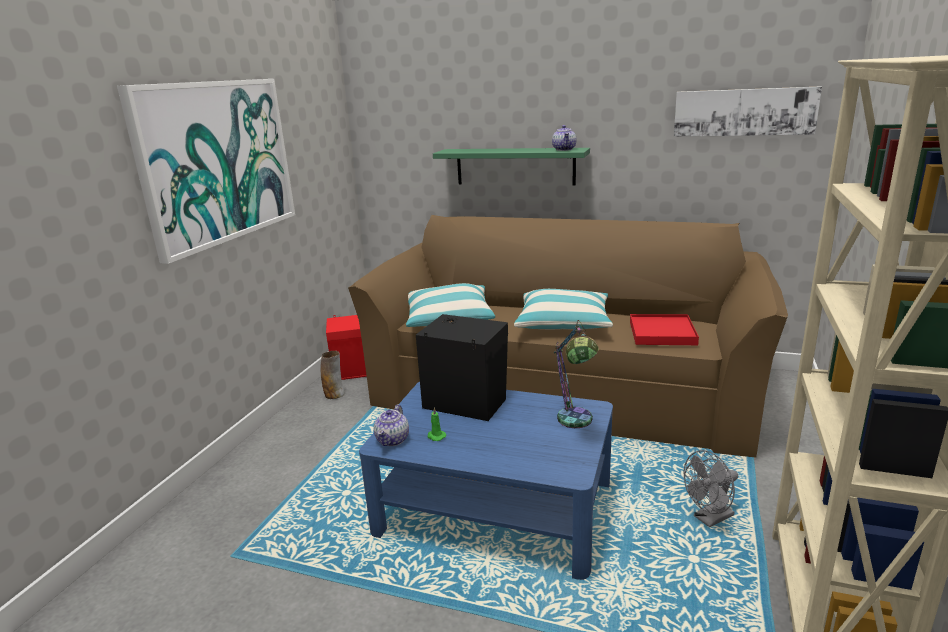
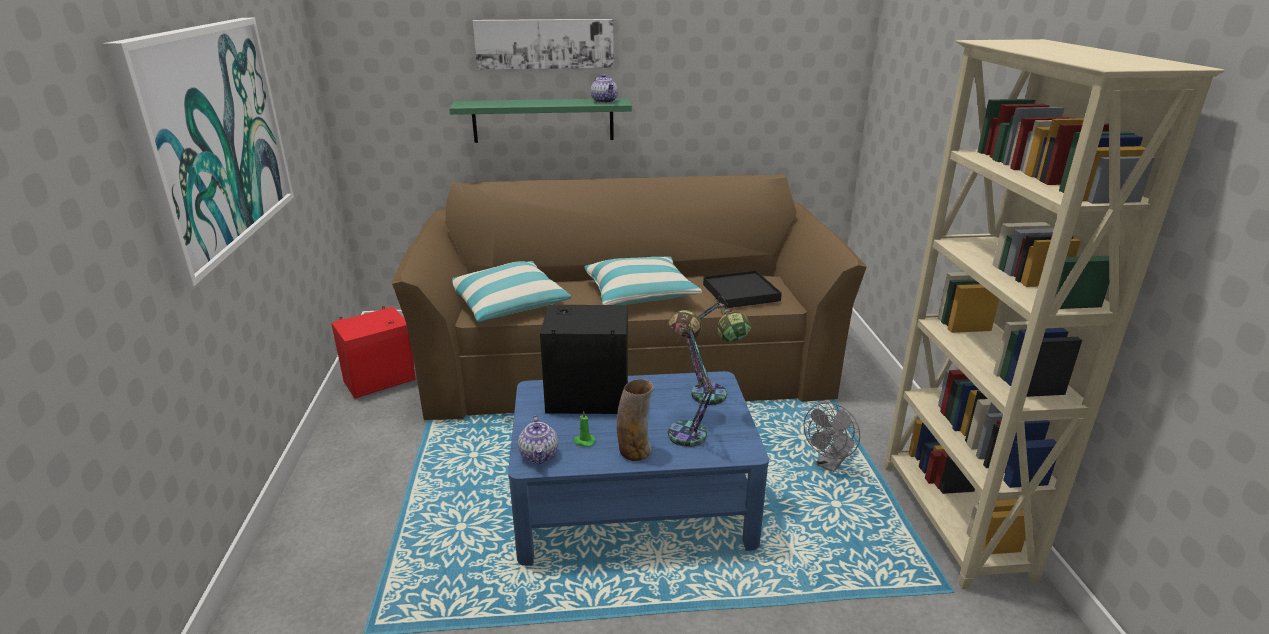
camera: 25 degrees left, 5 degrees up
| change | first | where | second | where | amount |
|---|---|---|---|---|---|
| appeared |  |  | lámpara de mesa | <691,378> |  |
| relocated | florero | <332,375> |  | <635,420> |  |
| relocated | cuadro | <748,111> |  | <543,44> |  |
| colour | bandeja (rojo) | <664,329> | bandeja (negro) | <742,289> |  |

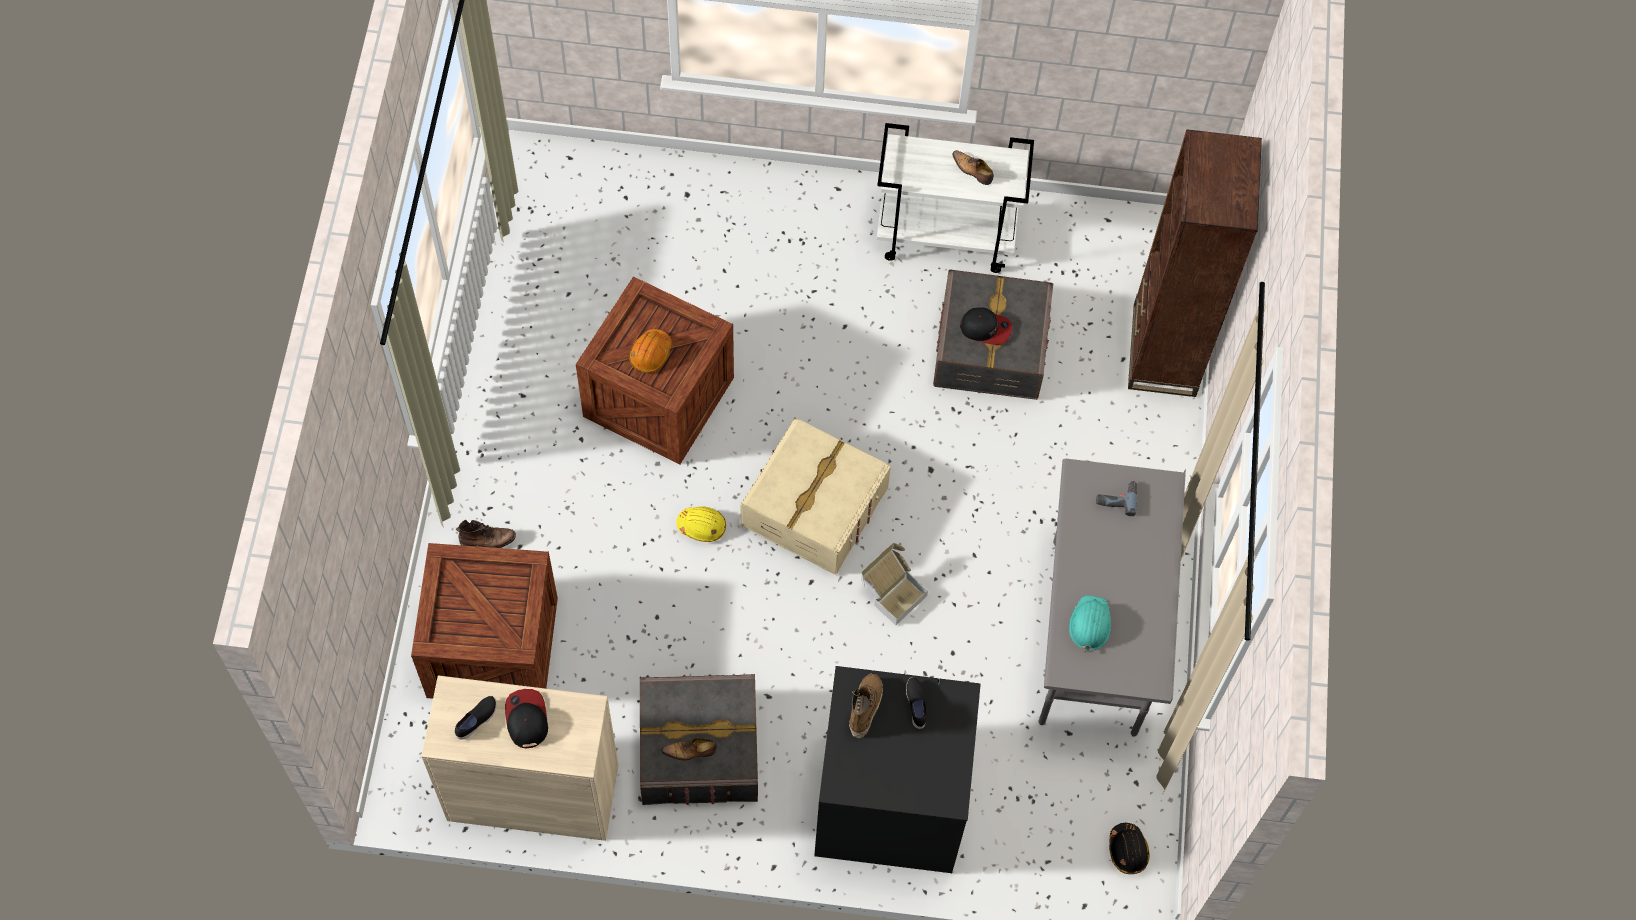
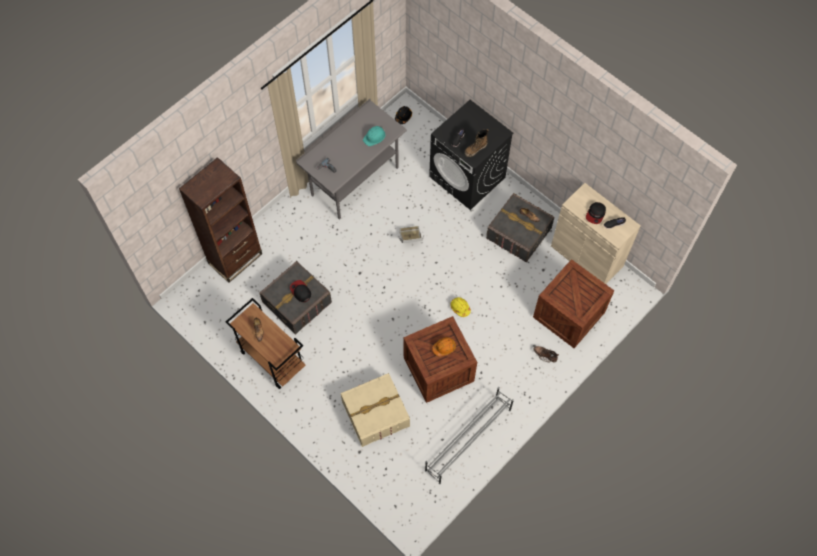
camera: 140 degrees left, 0 degrees up
| change | first | where | second | where | amount |
|---|---|---|---|---|---|
| appeared |  |  | zapatero (gris) | <469,435> |  |
| relocated | caja de almacenaje (beis) | <816,496> |  | <375,410> |  |
| colour | carrito (blanco) | <955,198> | carrito (marrón) | <265,343> |  |

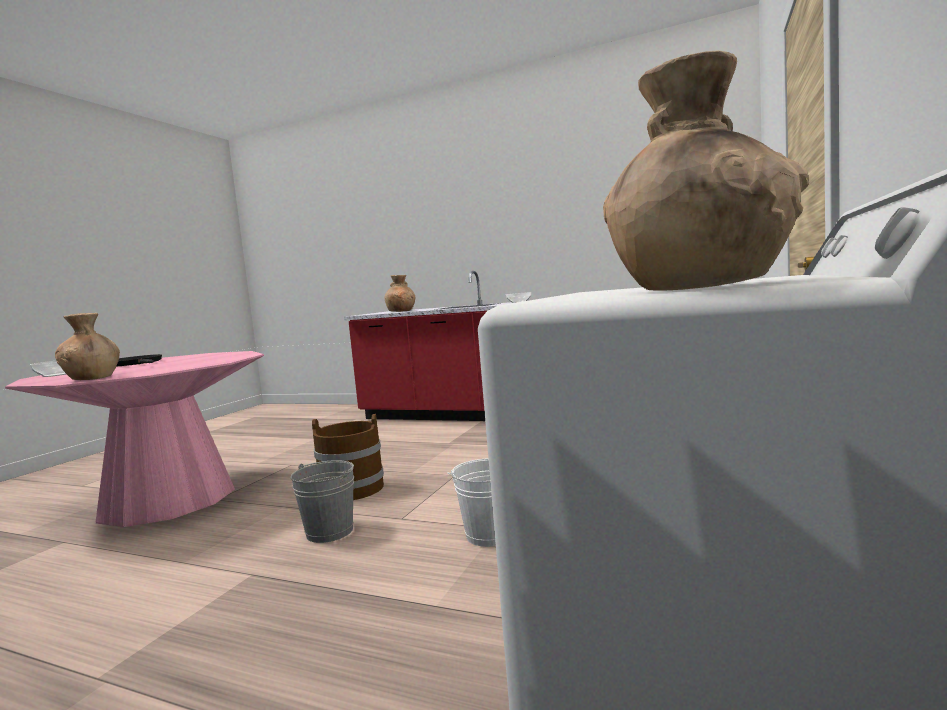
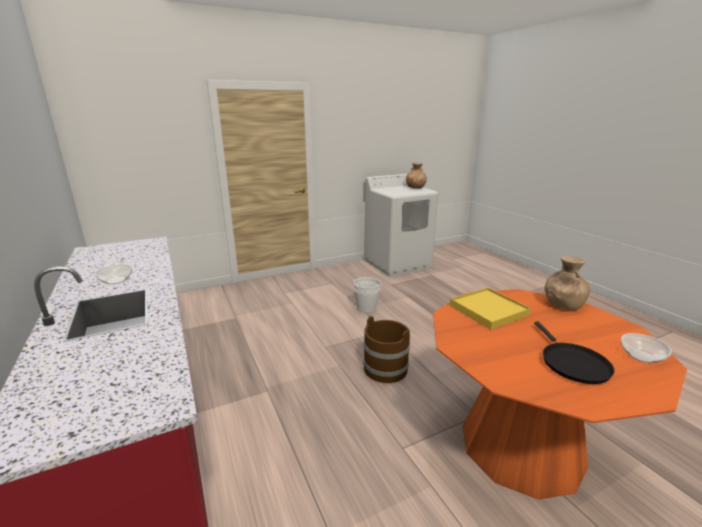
camera: 140 degrees left, 15 degrees up
| change | first | where | second | where | amount |
|---|---|---|---|---|---|
| missing | cubo (gris) | <322,501> |  |  |  |
| missing | florero (marrón) | <400,293> |  |  |  |
| appeared |  |  | bandeja (amarillo) | <490,309> |  |
| colour | mesa de comedor (rosa) | <134,439> | mesa de comedor (naranja) | <560,394> |  |

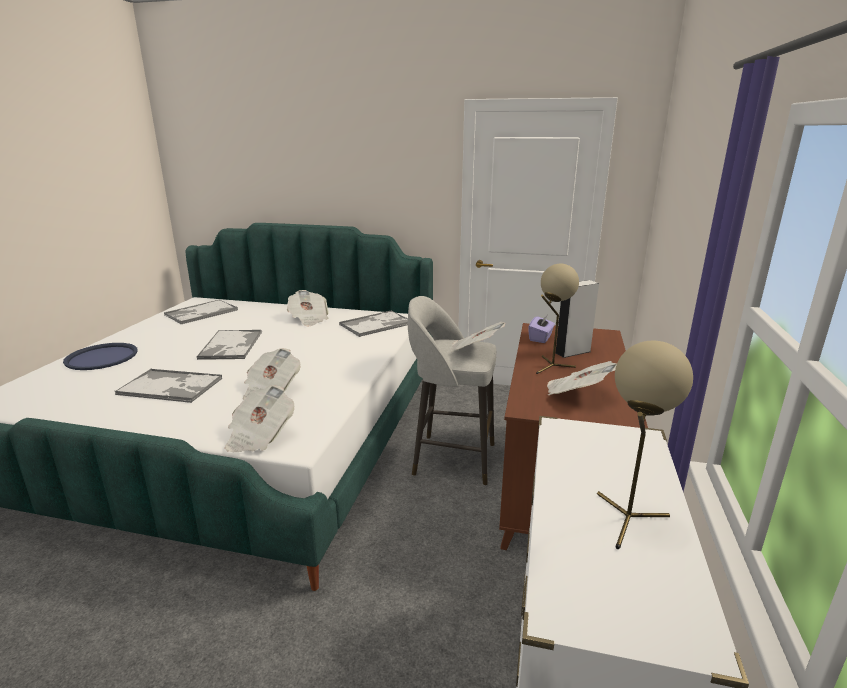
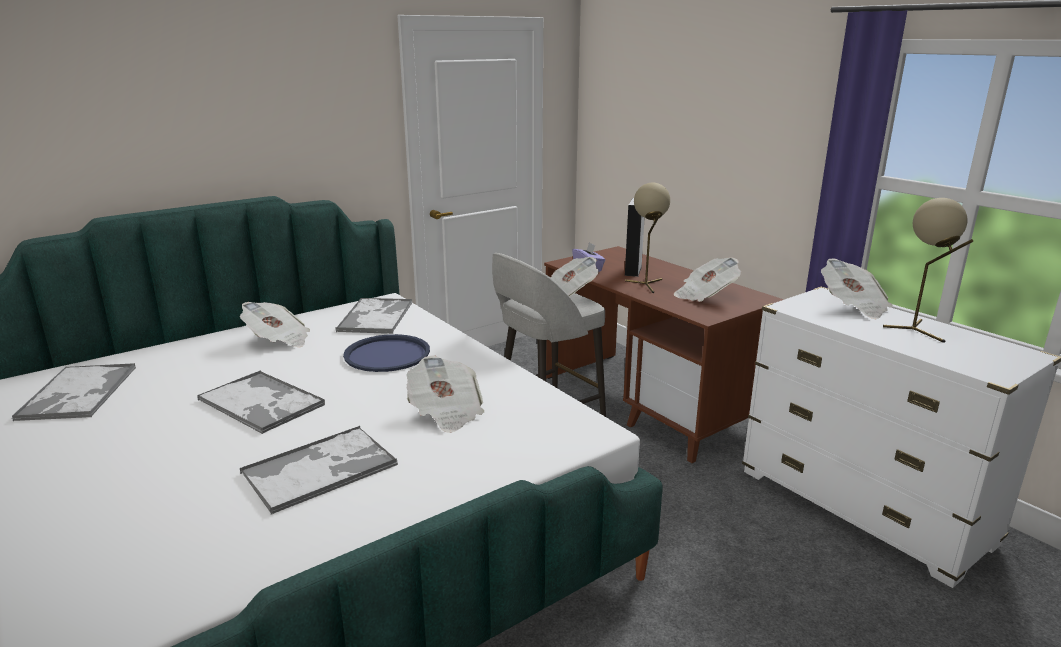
camera: 50 degrees left, 0 degrees up
| change | first | where | second | where | amount |
|---|---|---|---|---|---|
| relocated | bandeja (azul) | <100,356> |  | <386,353> |  |
| relocated | periódico | <259,418> |  | <857,288> |  |

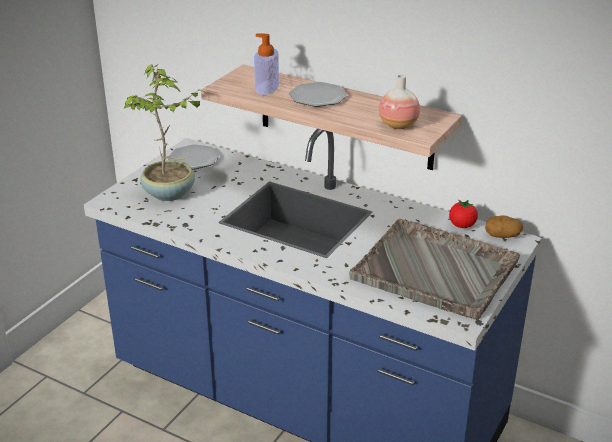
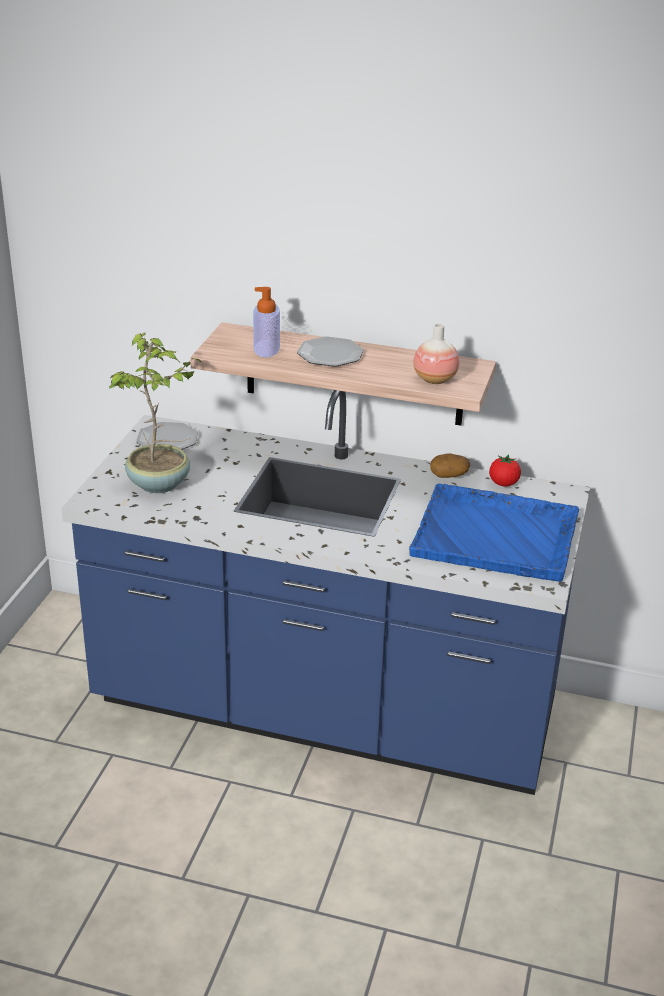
camera: 15 degrees left, 0 degrees up
| change | first | where | second | where | amount |
|---|---|---|---|---|---|
| relocated | patata | <504,226> |  | <450,465> |  |
| colour | bandeja (gris) | <434,269> | bandeja (azul) | <494,533> |  |

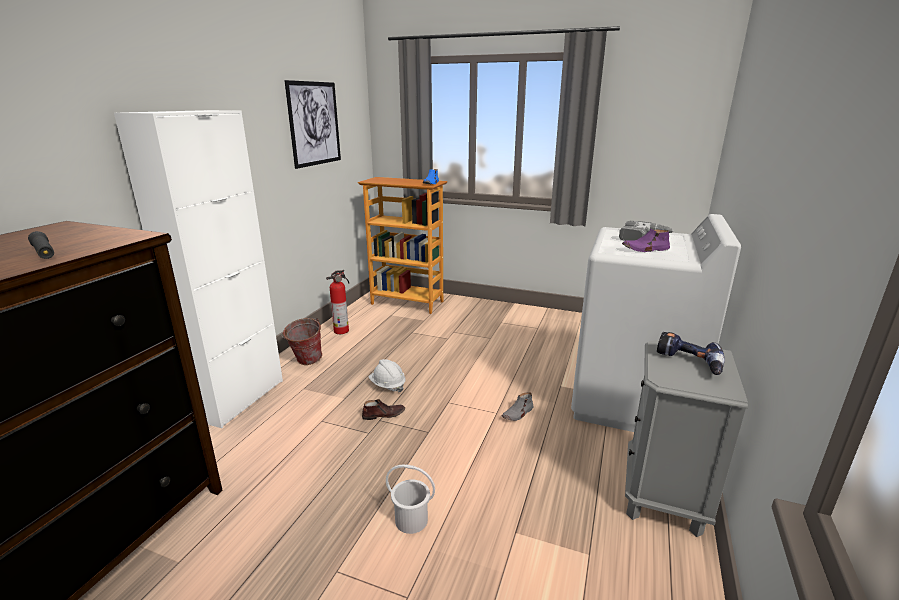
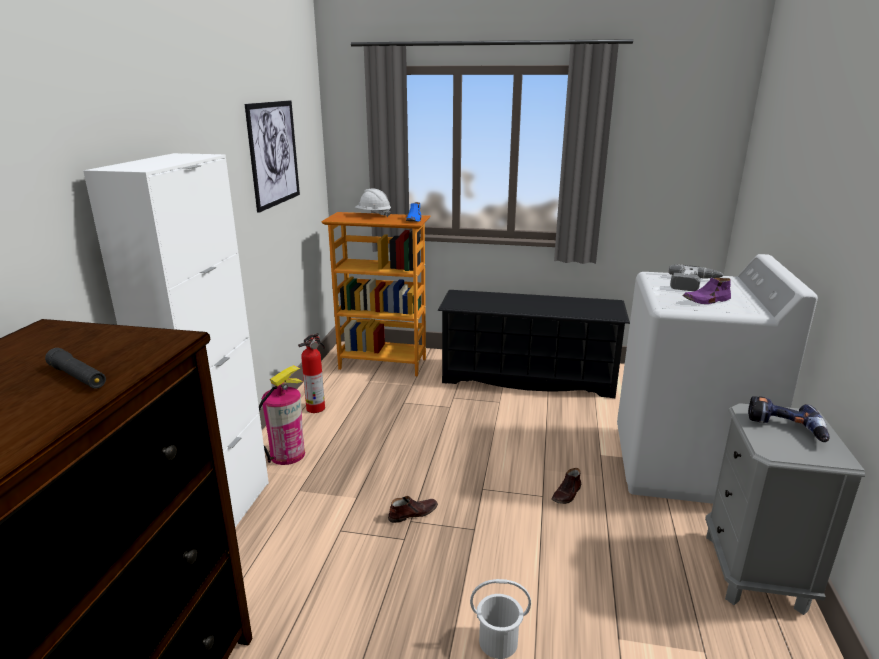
camera: 10 degrees left, 0 degrees up
| change | first | where | second | where | amount |
|---|---|---|---|---|---|
| appeared |  |  | zapatero (negro) | <534,344> |  |
| relocated | casco (blanco) | <387,375> |  | <373,202> |  |
| exchanged | cubo | <302,341> | extintor | <282,415> |  |
| colour | zapato (gris) | <517,406> | zapato (marrón) | <566,486> |  |

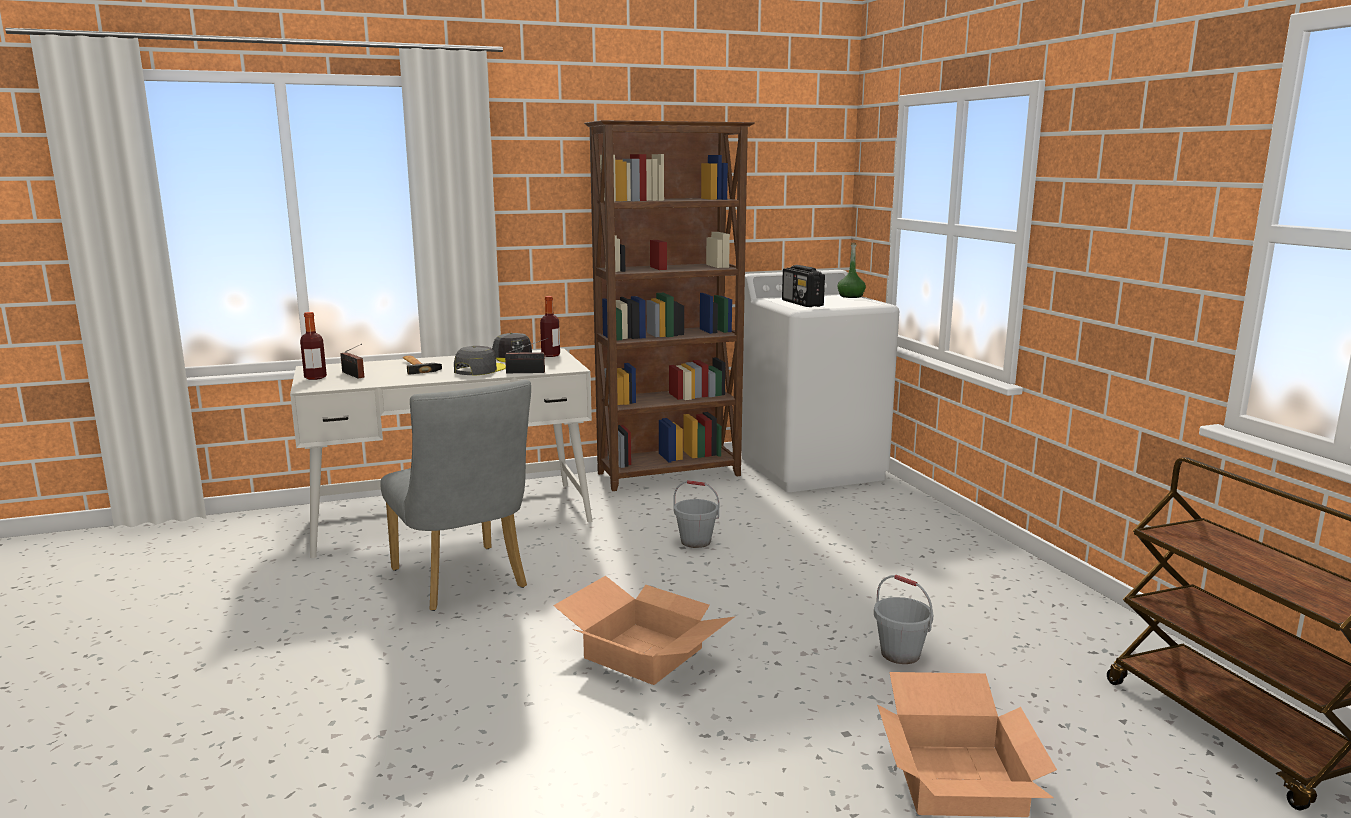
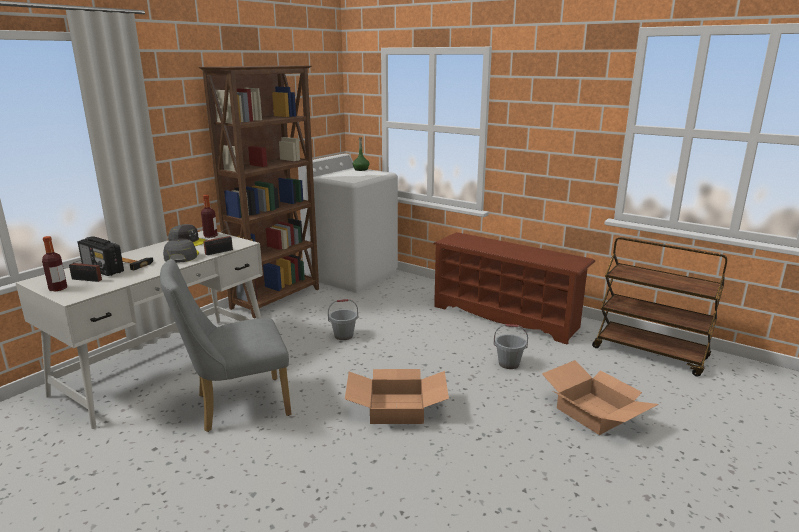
camera: 35 degrees left, 5 degrees up
| change | first | where | second | where | amount |
|---|---|---|---|---|---|
| appeared |  |  | zapatero (marrón) | <514,288> |  |
| relocated | radio | <803,286> |  | <101,256> |  |
| spun | silla (gris) | <455,495> |  | <225,345> | 135 degrees clockwise |

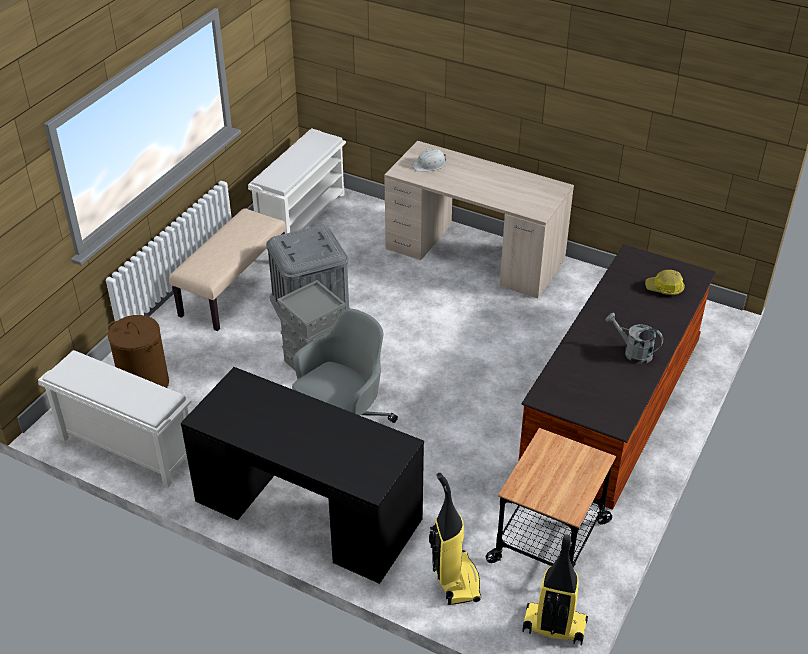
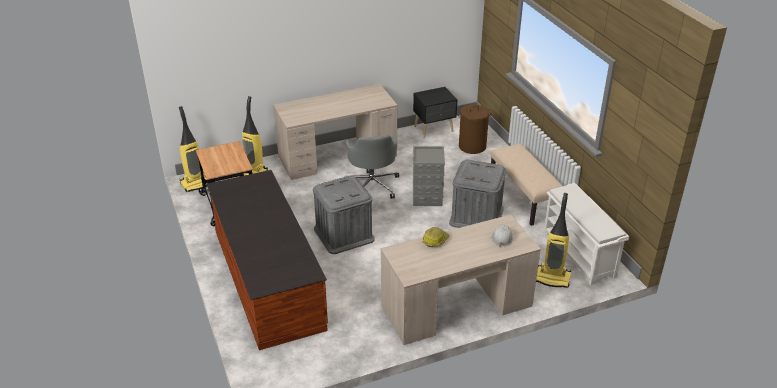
camera: 130 degrees right, 5 degrees down
| change | first | where | second | where | amount |
|---|---|---|---|---|---|
| missing | regadera (gris) | <634,338> |  |  |  |
| appeared |  |  | caja de almacenaje (gris) | <344,214> |  |
| appeared |  |  | aspiradora | <553,240> |  |
| relocated | casco | <665,282> |  | <436,237> |  |
| exchanged | zapatero (blanco) | <115,418> | mesita de noche (negro) | <435,112> |  |
| colour | escritorio (negro) | <302,475> | escritorio (beis) | <335,132> |  |

